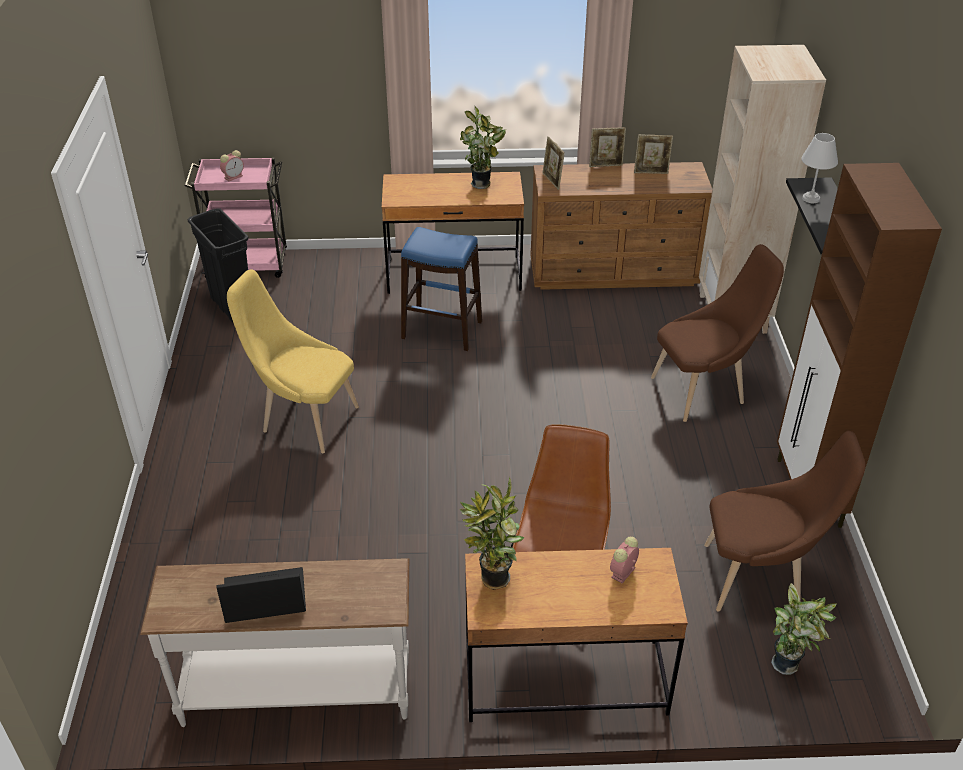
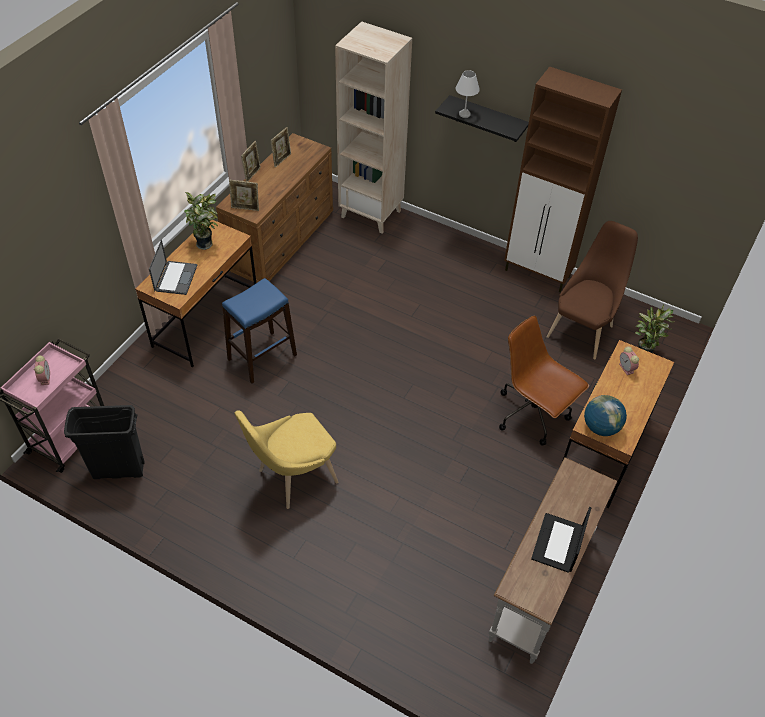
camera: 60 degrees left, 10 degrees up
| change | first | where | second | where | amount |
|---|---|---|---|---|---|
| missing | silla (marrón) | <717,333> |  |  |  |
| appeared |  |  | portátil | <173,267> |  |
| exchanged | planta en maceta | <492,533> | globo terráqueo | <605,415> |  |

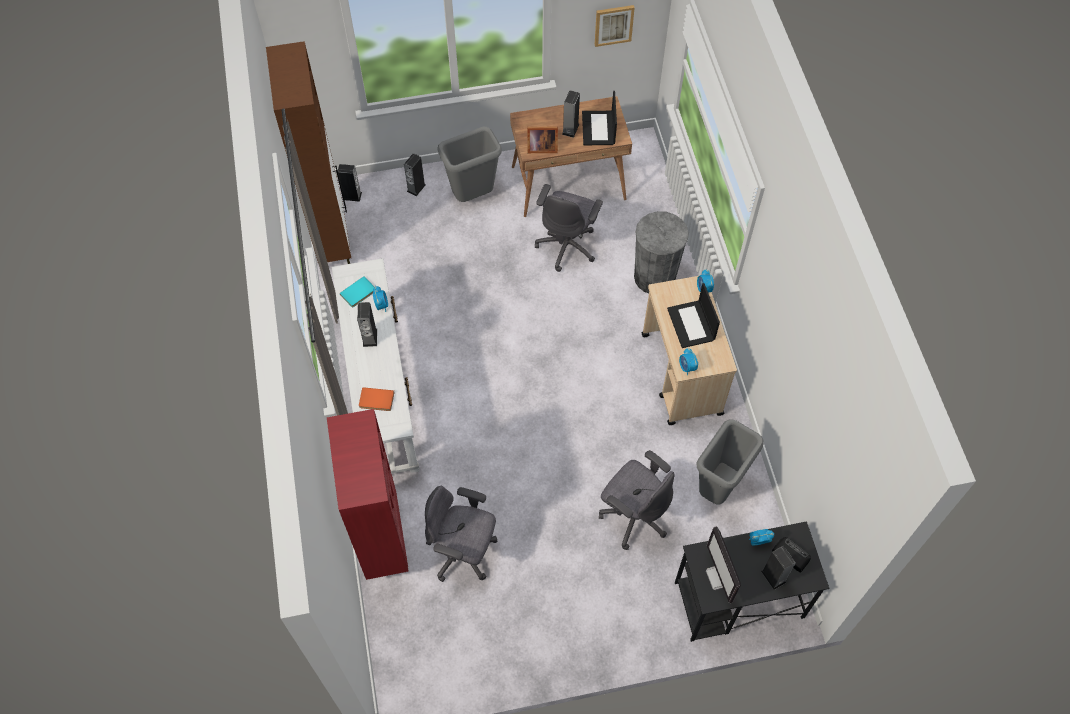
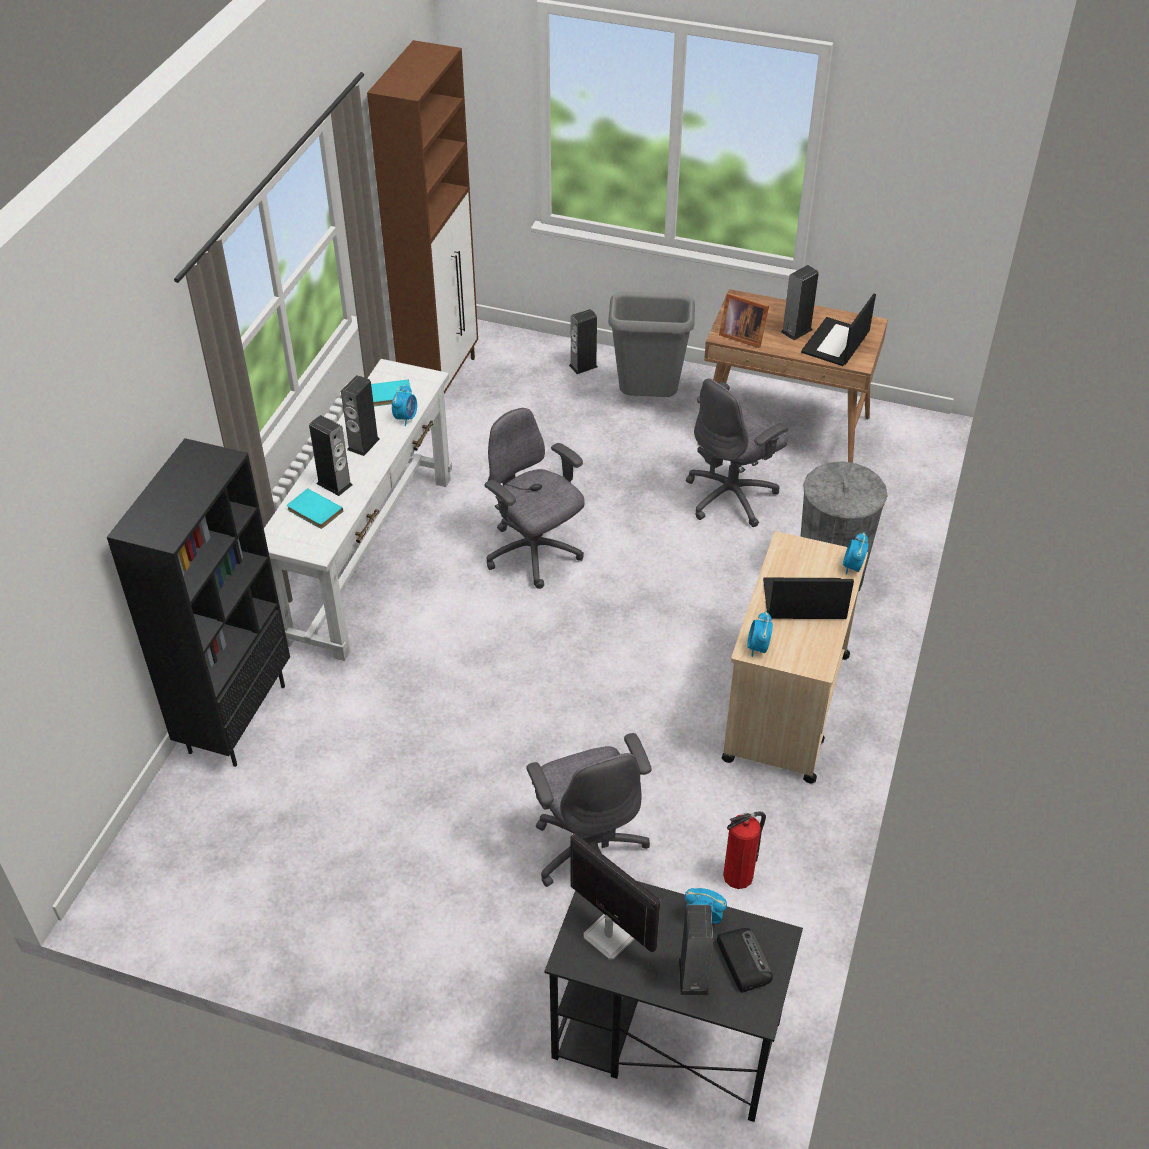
camera: 30 degrees right, 15 degrees down
| change | first | where | second | where | amount |
|---|---|---|---|---|---|
| missing | cuadro | <615,26> |  |  |  |
| relocated | altavoz | <350,183> |  | <331,455> |  |
| relocated | silla de oficina (gris) | <461,534> |  | <534,498> |  |
| exchanged | papelera (gris) | <730,461> | extintor | <744,850> |  |
| colour | estantería (rojo) | <367,494> | estantería (negro) | <198,602> |  |
| colour | libro (naranja) | <376,399> | libro (turquesa) | <315,508> |  |
| spun | portátil | <693,315> |  | <808,598> | 75 degrees clockwise |
| spun | monitor | <723,565> |  | <615,896> | 120 degrees clockwise |

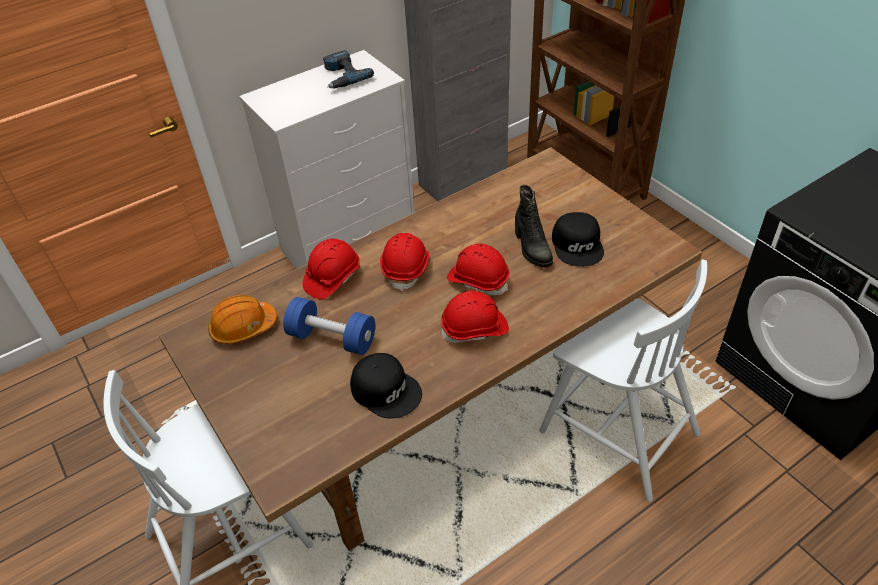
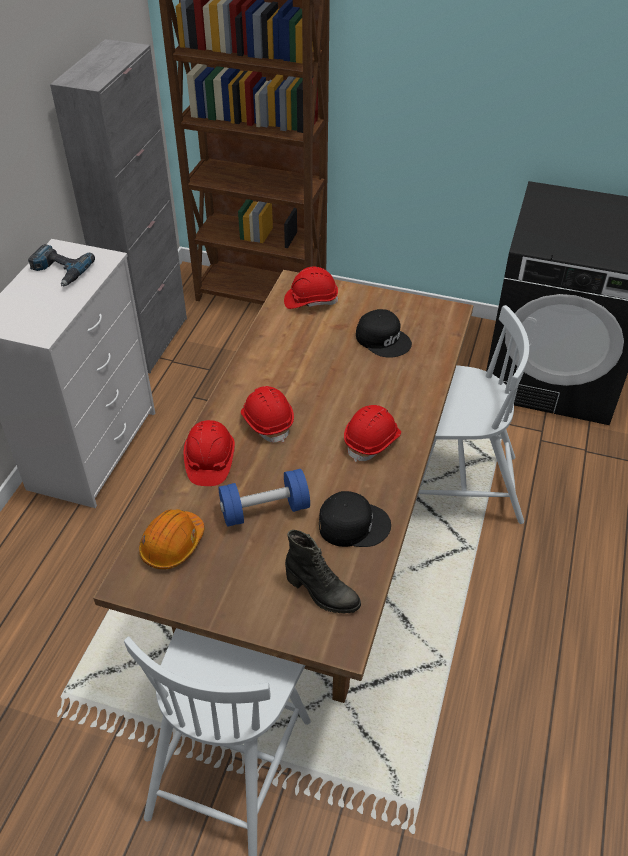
camera: 40 degrees left, 0 degrees up
| change | first | where | second | where | amount |
|---|---|---|---|---|---|
| relocated | casco (rojo) | <478,269> |  | <311,288> |  |
| relocated | bota (negro) | <534,226> |  | <323,571> |  |

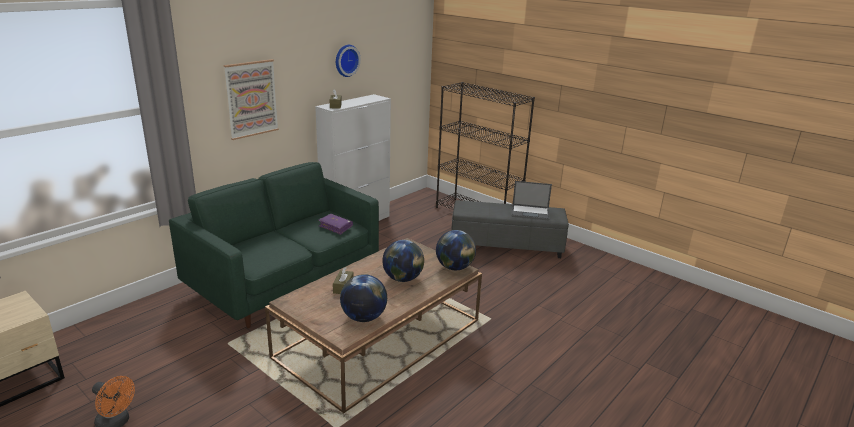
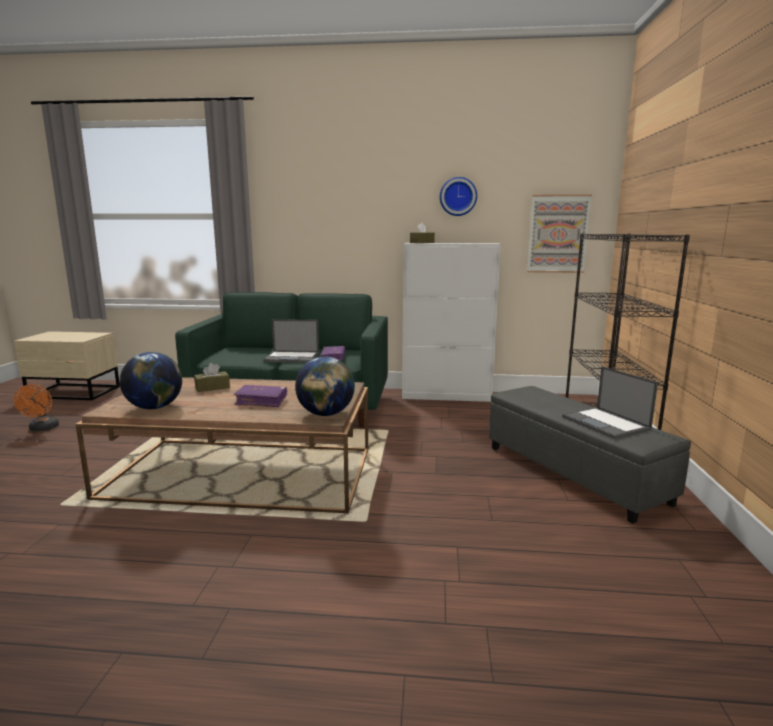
camera: 55 degrees right, 10 degrees down
| change | first | where | second | where | amount |
|---|---|---|---|---|---|
| appeared |  |  | portátil | <291,341> |  |
| relocated | cuadro | <251,99> |  | <559,233> |  |
| exchanged | globo terráqueo | <403,261> | libro (morado) | <260,396> |  |

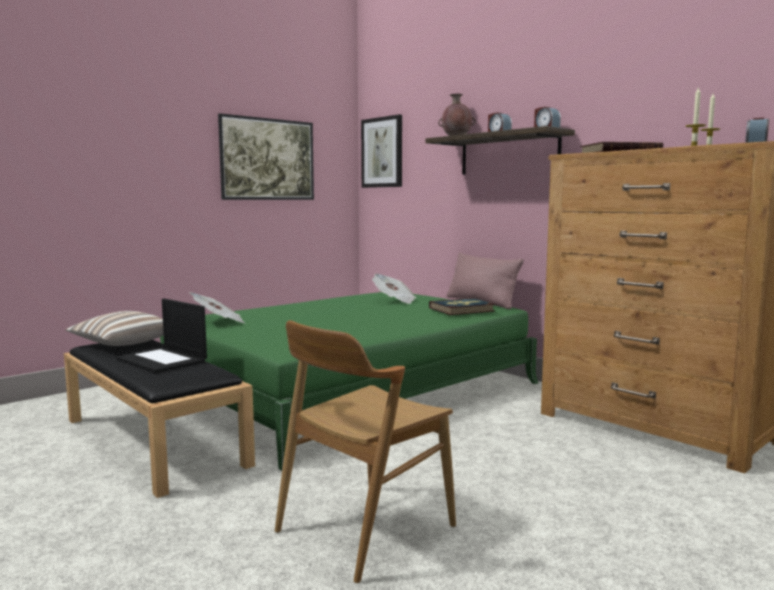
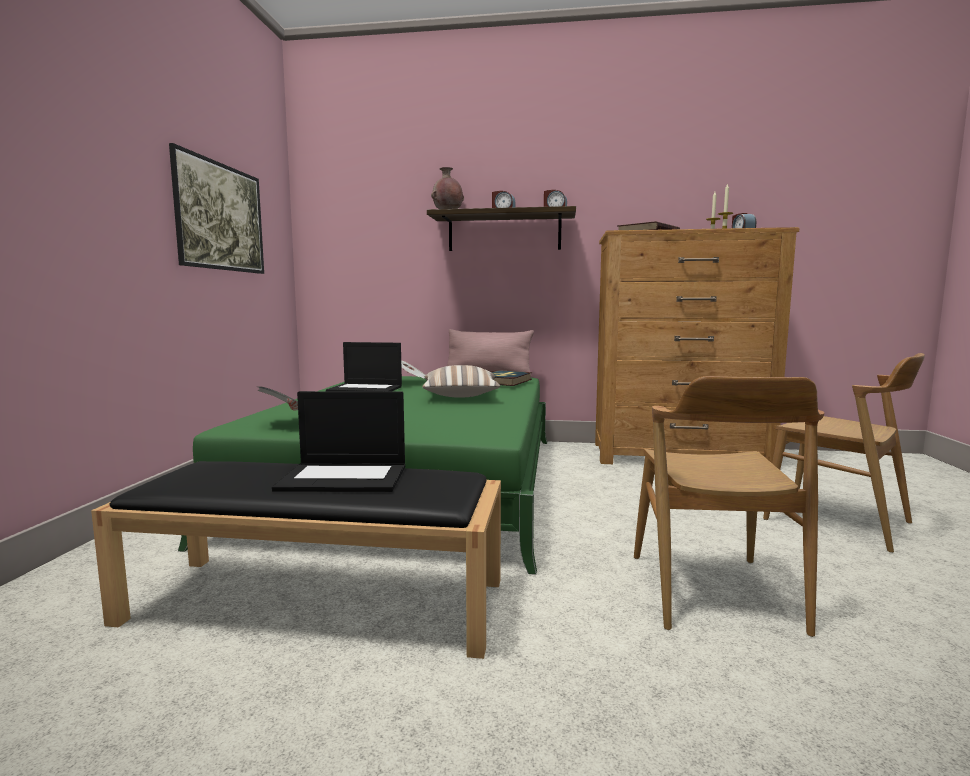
camera: 40 degrees left, 0 degrees up
| change | first | where | second | where | amount |
|---|---|---|---|---|---|
| missing | cuadro | <381,151> |  |  |  |
| appeared |  |  | portátil | <364,367> |  |
| appeared |  |  | silla (marrón) | <844,453> |  |
| relocated | cojín | <115,328> |  | <461,381> |  |

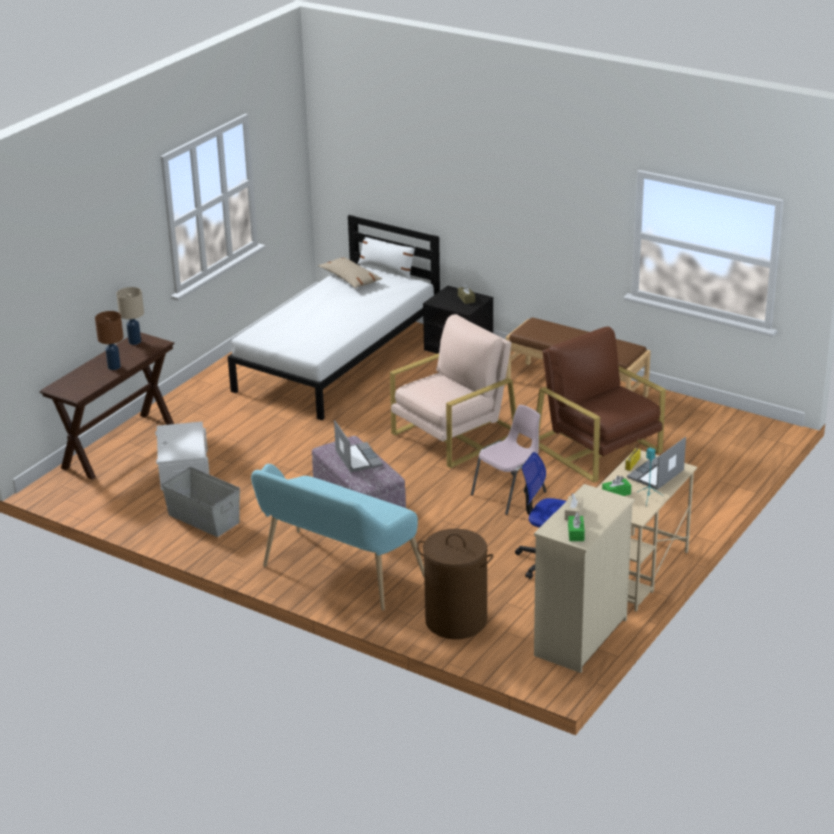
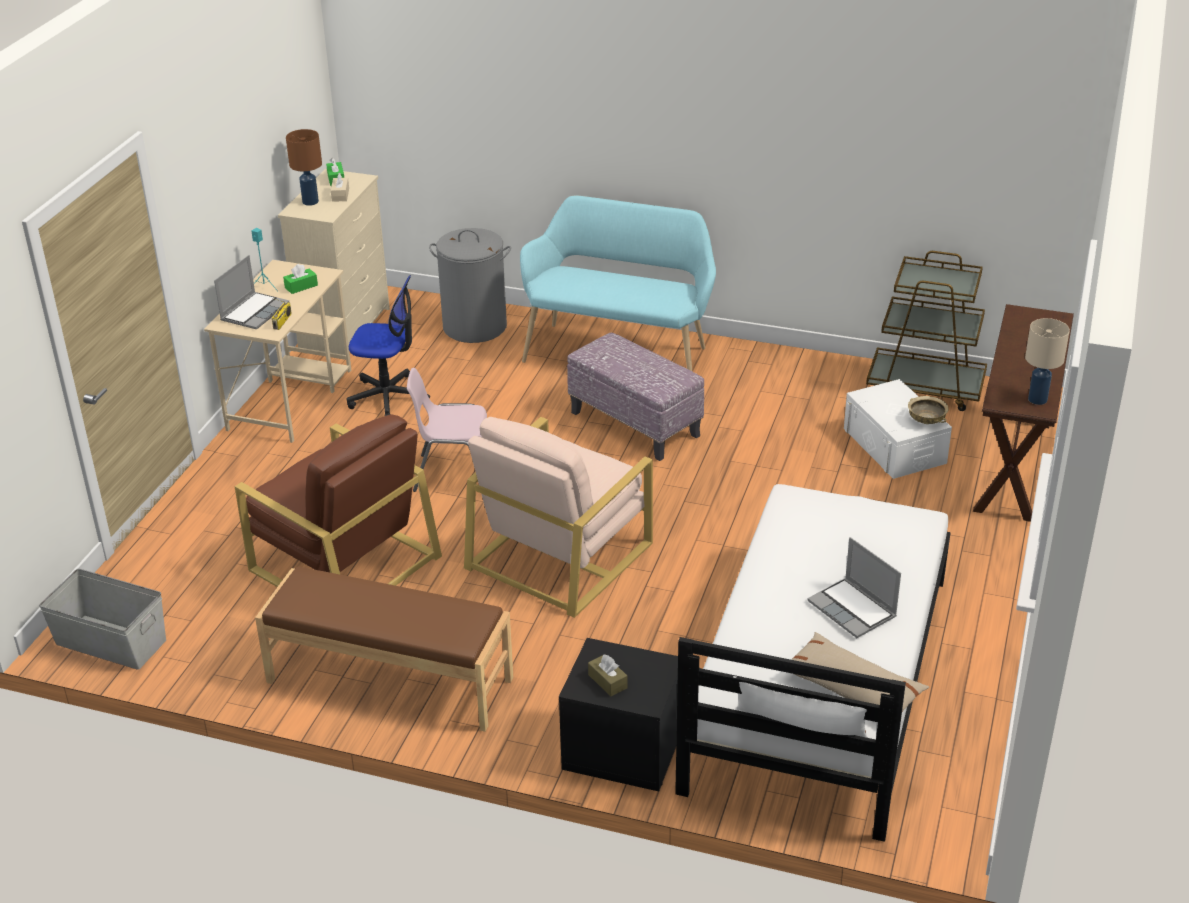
camera: 165 degrees right, 5 degrees up
| change | first | where | second | where | amount |
|---|---|---|---|---|---|
| appeared |  |  | carrito (marrón) | <926,331> |  |
| appeared |  |  | cuenco (beis) | <928,410> |  |
| relocated | lámpara de mesa (marrón) | <109,340> |  | <304,167> |  |
| relocated | caja de almacenaje (gris) | <200,502> |  | <102,619> |  |
| relocated | portátil | <358,446> |  | <854,587> |  |
| colour | cesto de la ropa (marrón) | <455,584> | cesto de la ropa (gris) | <470,285> |  |
| spun | silla (rosa) | <509,460> |  | <447,430> | 60 degrees clockwise |

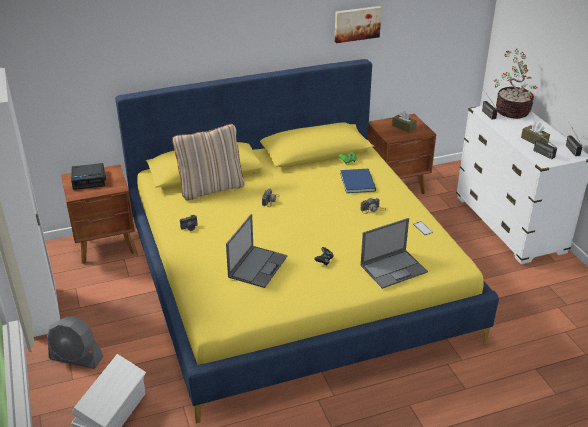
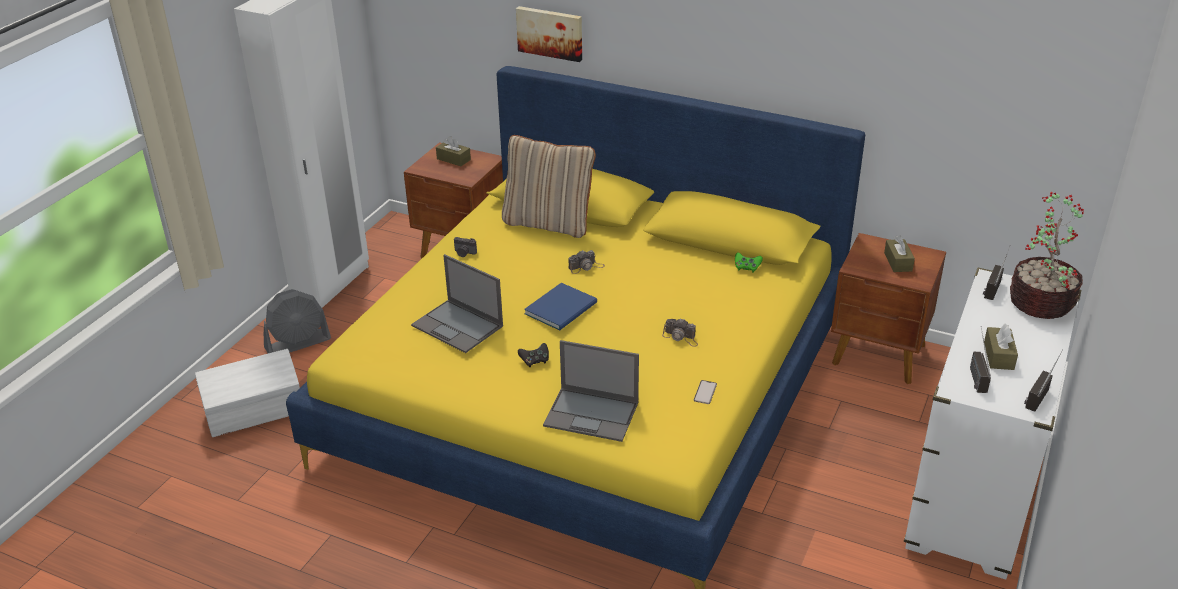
camera: 45 degrees right, 0 degrees up
| change | first | where | second | where | amount |
|---|---|---|---|---|---|
| relocated | cuadro | <358,24> |  | <549,34> |  |
| relocated | libro (azul) | <358,181> |  | <560,306> |  |
| exchanged | despertador | <88,176> | caja de pañuelos (marrón) | <453,151> |  |
| spun | ventilador (gris) | <75,342> |  | <297,321> | 90 degrees counterclockwise |
| spun | portátil | <257,251> |  | <457,303> | 60 degrees clockwise |

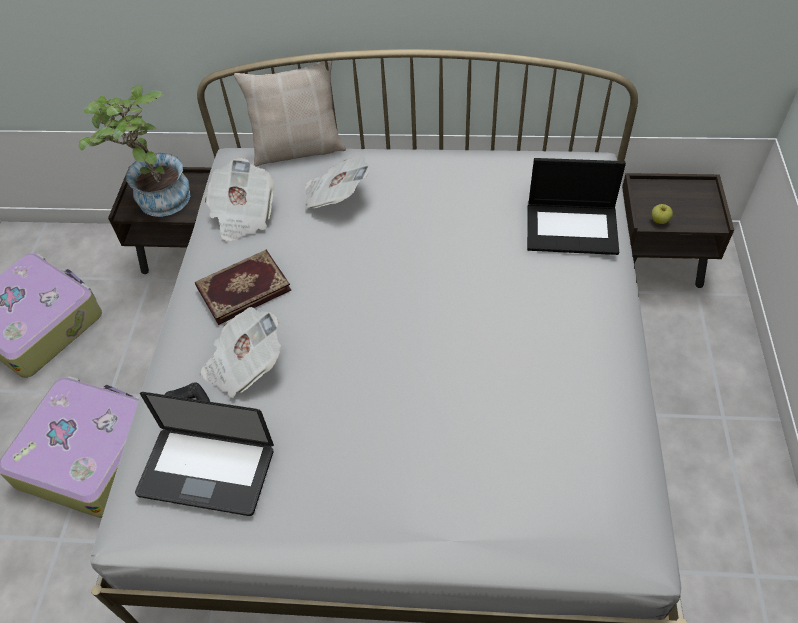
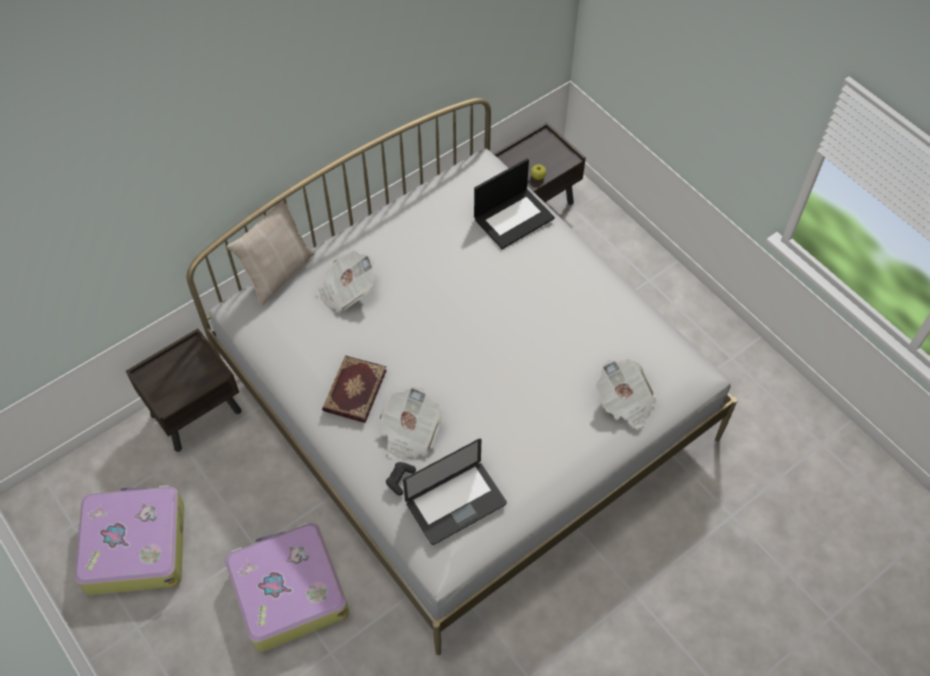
camera: 45 degrees left, 5 degrees up
| change | first | where | second | where | amount |
|---|---|---|---|---|---|
| missing | planta en maceta | <134,150> |  |  |  |
| relocated | periódico | <240,199> |  | <626,394> |  |

